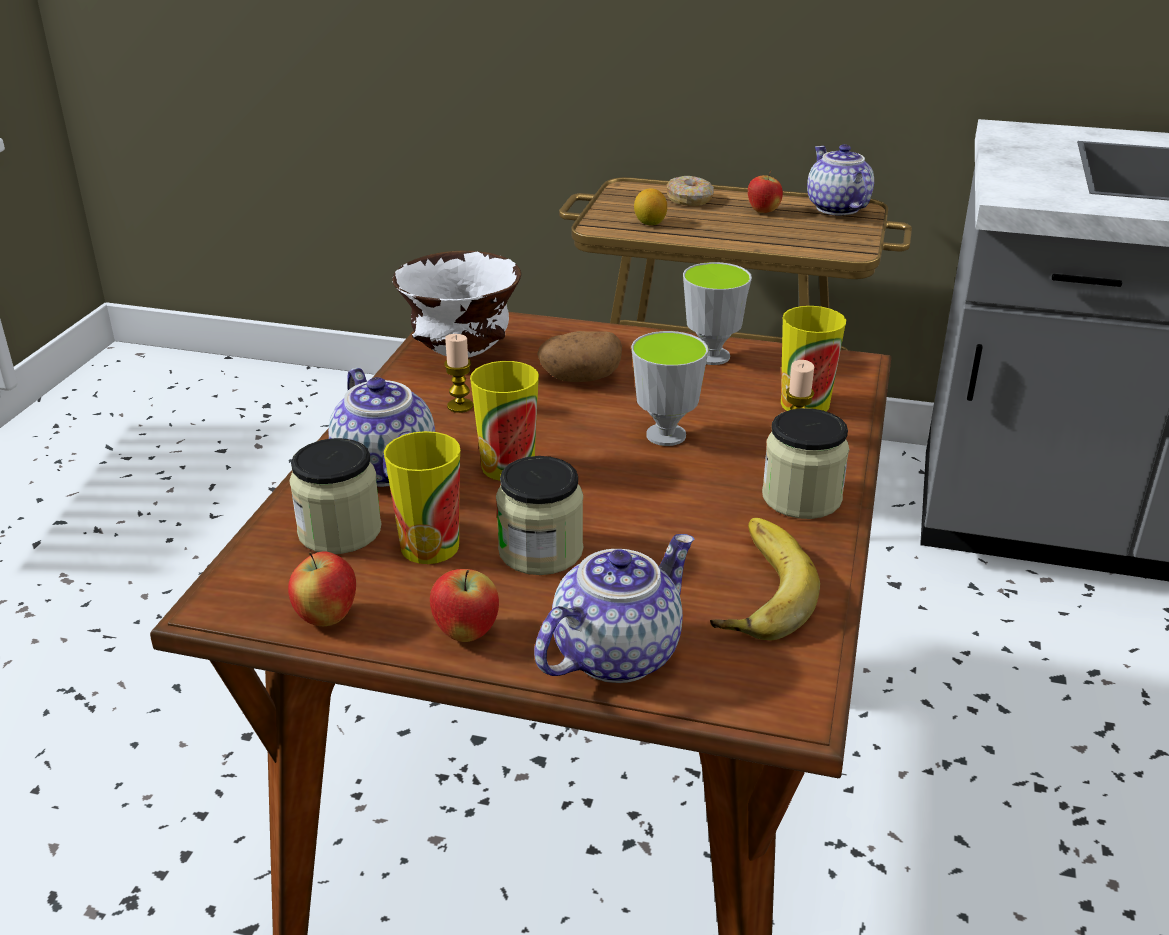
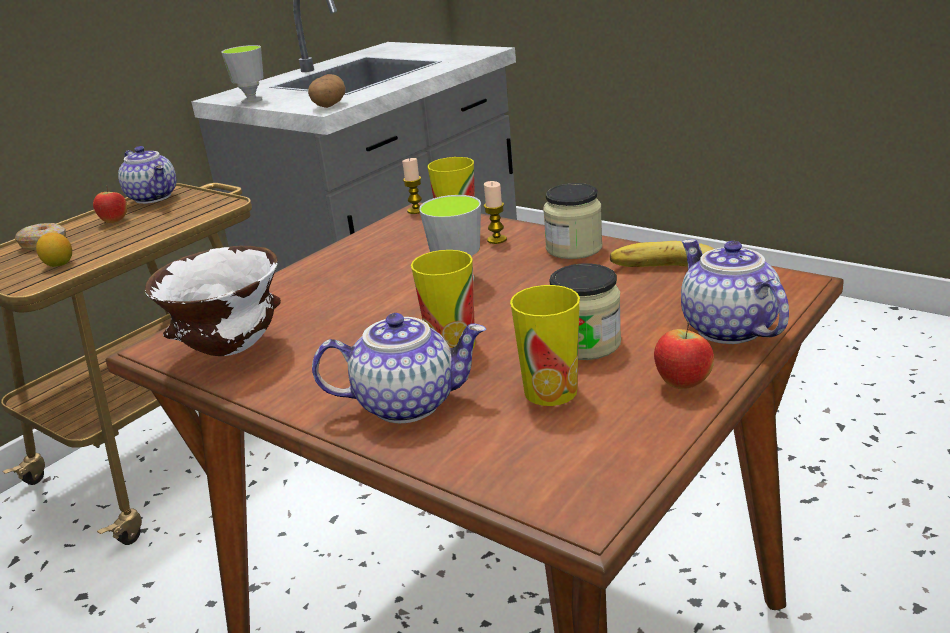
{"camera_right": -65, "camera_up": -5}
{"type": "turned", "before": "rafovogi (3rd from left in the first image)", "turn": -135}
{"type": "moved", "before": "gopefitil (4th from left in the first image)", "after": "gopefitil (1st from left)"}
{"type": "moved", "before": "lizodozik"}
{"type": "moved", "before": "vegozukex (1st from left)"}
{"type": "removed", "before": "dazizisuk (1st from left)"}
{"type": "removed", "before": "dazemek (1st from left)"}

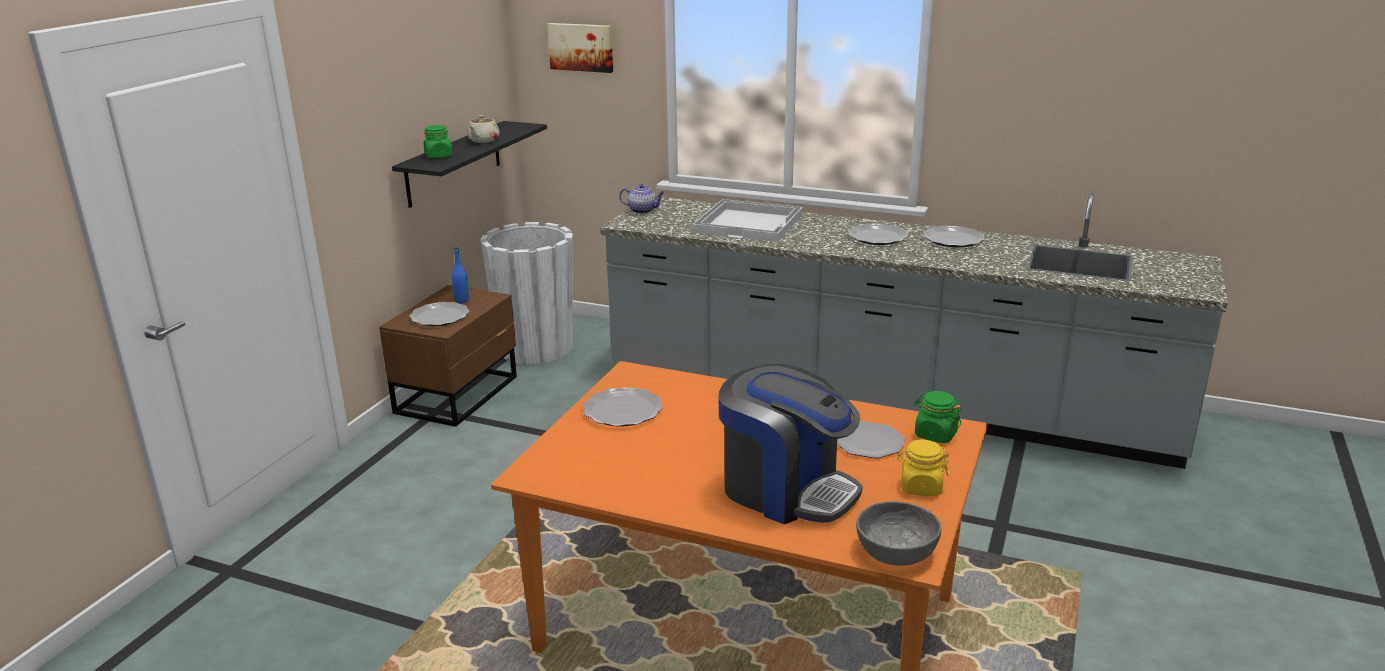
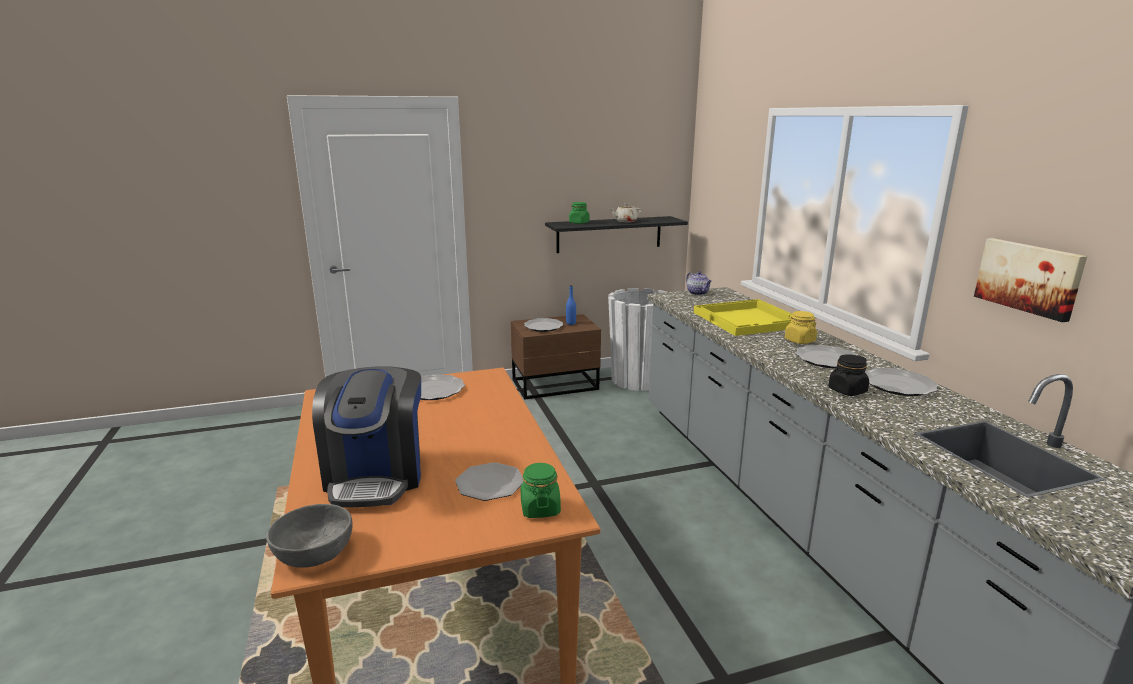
{"camera_right": 50, "camera_up": -5}
{"type": "moved", "before": "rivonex"}
{"type": "recoloured", "before": "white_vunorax", "after": "yellow_vunorax"}
{"type": "moved", "before": "yellow_dazizisuk"}
{"type": "added", "after": "black_dazizisuk"}

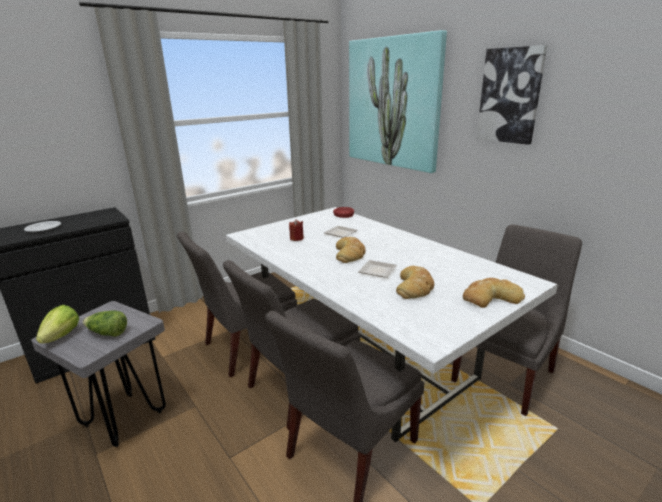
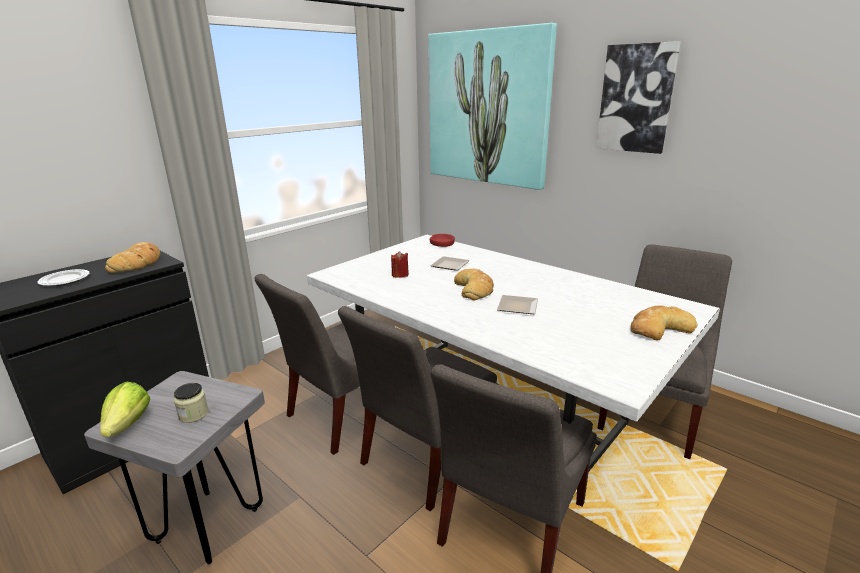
{"camera_right": -10, "camera_up": 0}
{"type": "moved", "before": "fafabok (2nd from left in the first image)", "after": "fafabok (1st from left)"}
{"type": "replaced", "before": "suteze (2nd from left)", "after": "dazizisuk"}

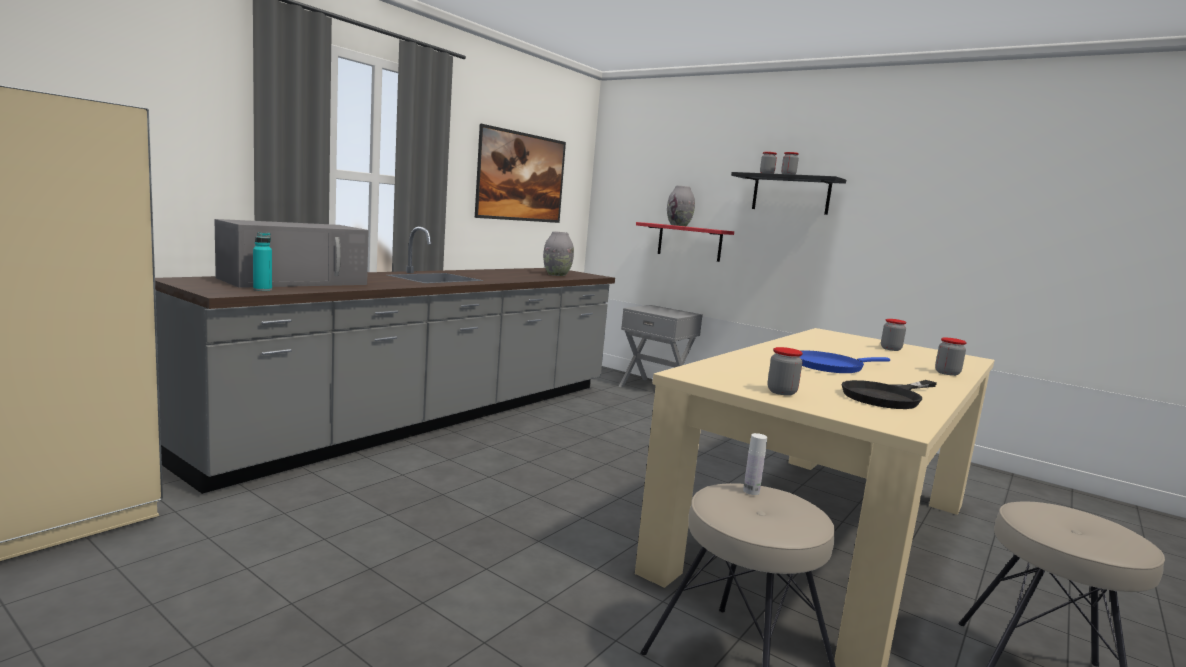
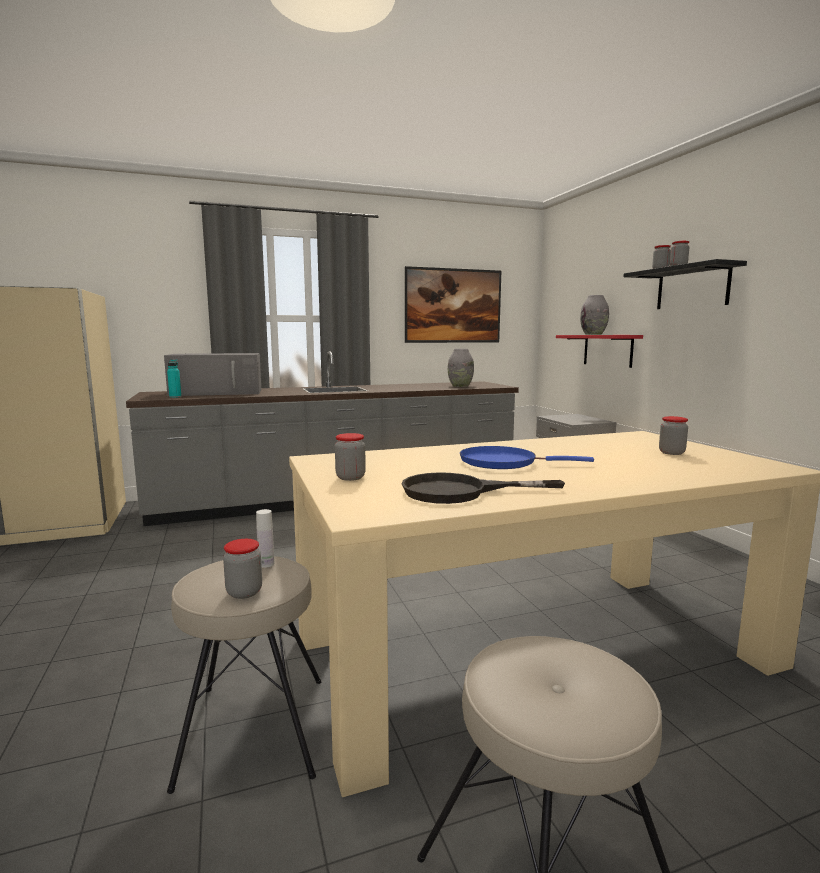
{"camera_right": 35, "camera_up": 0}
{"type": "moved", "before": "dazizisuk (5th from left in the first image)", "after": "dazizisuk (1st from left)"}

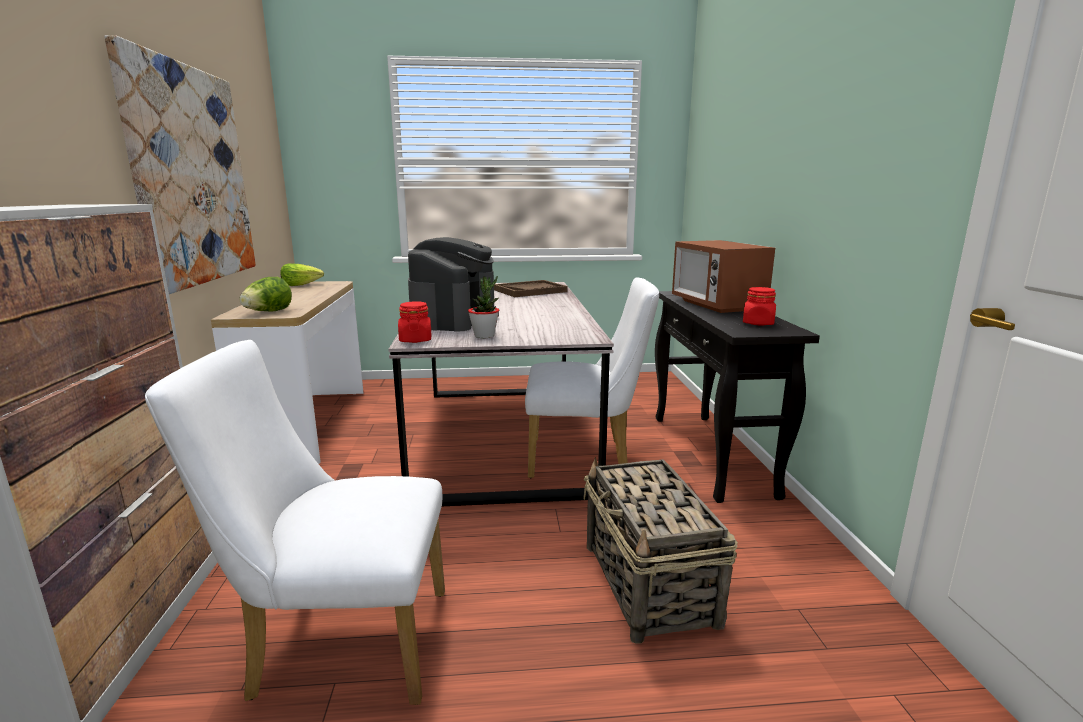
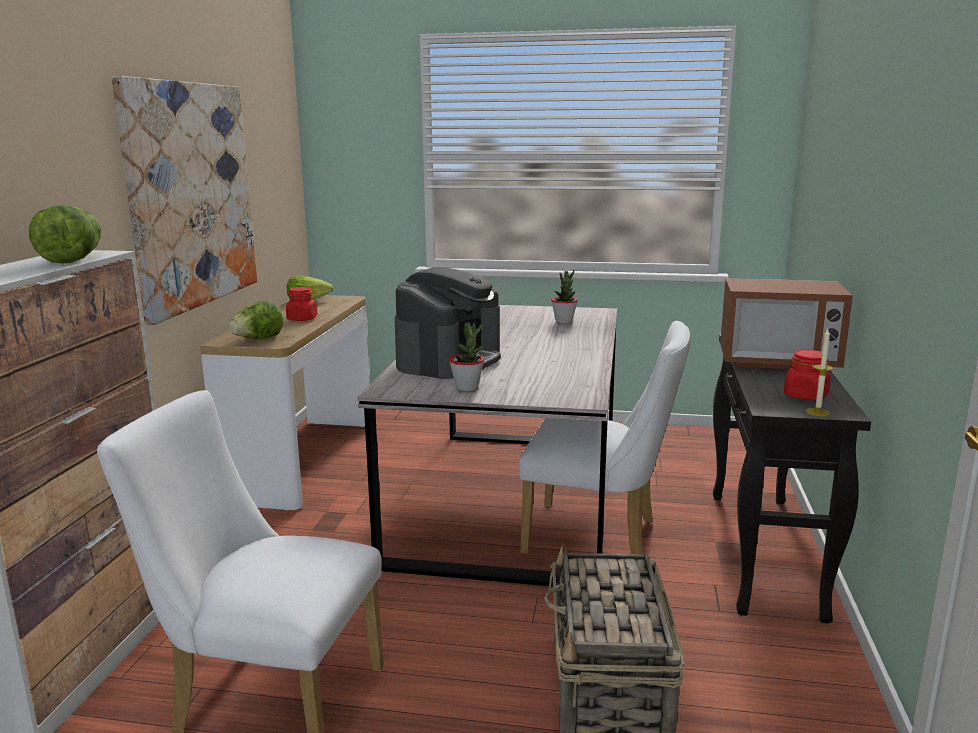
{"camera_right": 15, "camera_up": 0}
{"type": "turned", "before": "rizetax", "turn": -75}
{"type": "replaced", "before": "brown_vunorax", "after": "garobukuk (2nd from left)"}
{"type": "moved", "before": "red_dazizisuk (1st from left)"}
{"type": "added", "after": "suteze (1st from left)"}
{"type": "added", "after": "vegozukex"}

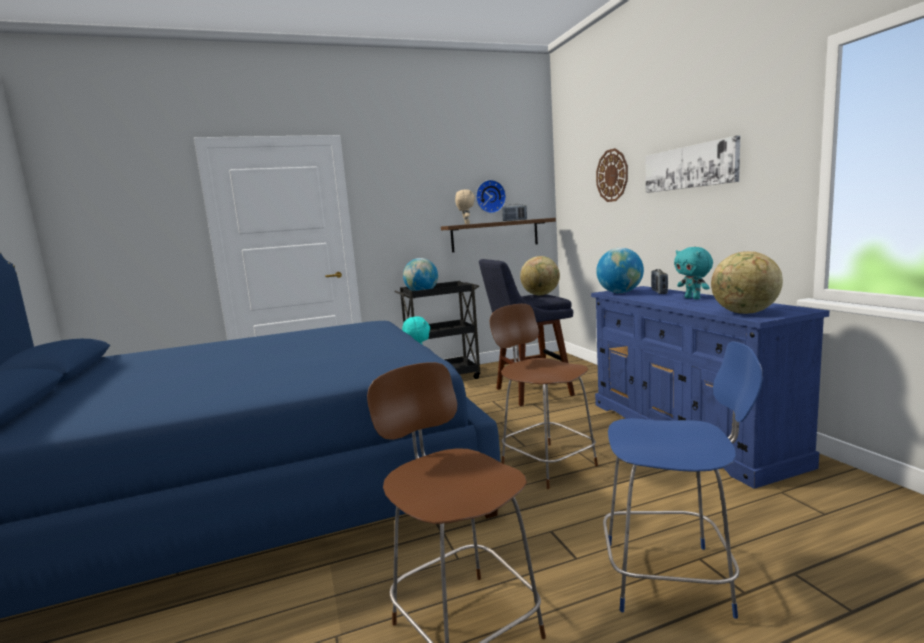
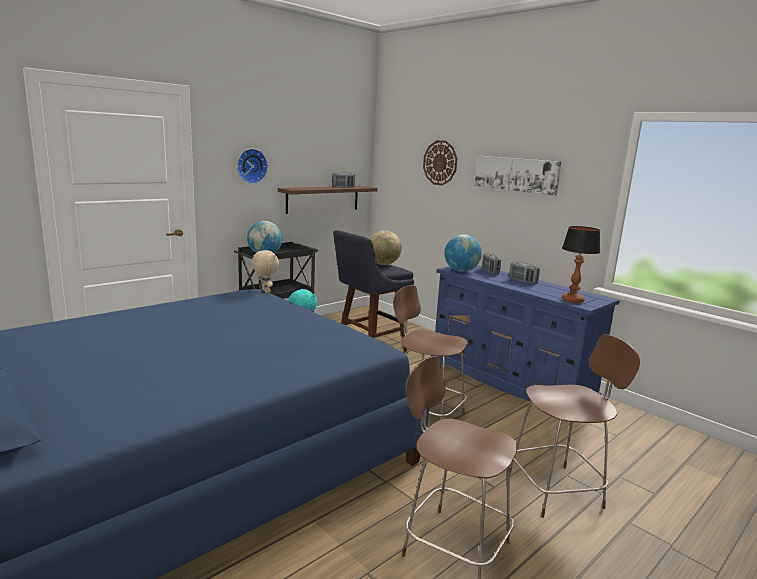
{"camera_right": -25, "camera_up": 5}
{"type": "moved", "before": "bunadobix (1st from left)"}
{"type": "moved", "before": "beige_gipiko"}
{"type": "replaced", "before": "turquoise_gipiko (2nd from left)", "after": "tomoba (3rd from left)"}
{"type": "replaced", "before": "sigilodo (4th from left)", "after": "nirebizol"}
{"type": "recoloured", "before": "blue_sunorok", "after": "brown_sunorok (3rd from left)"}

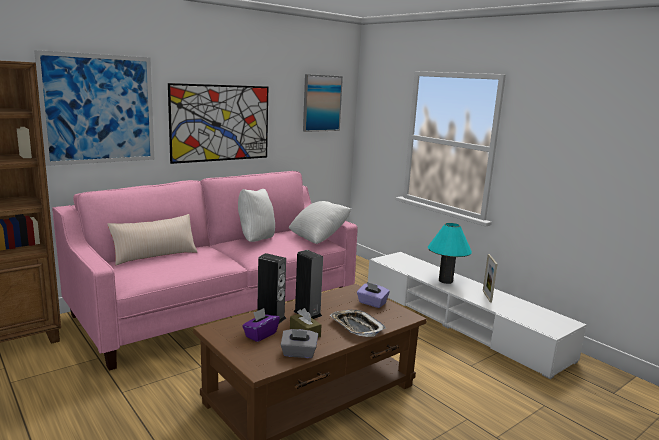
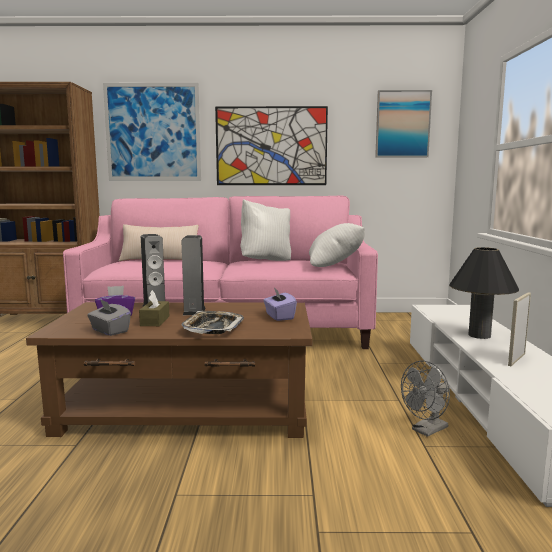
{"camera_right": 40, "camera_up": -5}
{"type": "recoloured", "before": "turquoise_nirebizol", "after": "black_nirebizol"}
{"type": "added", "after": "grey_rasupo"}

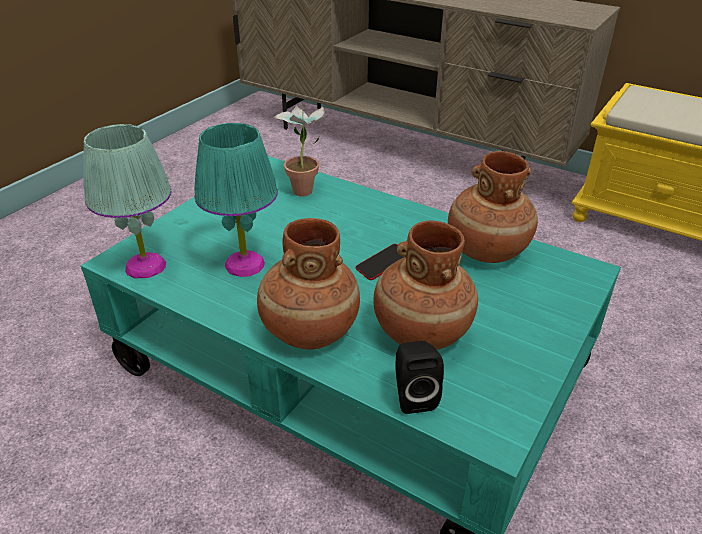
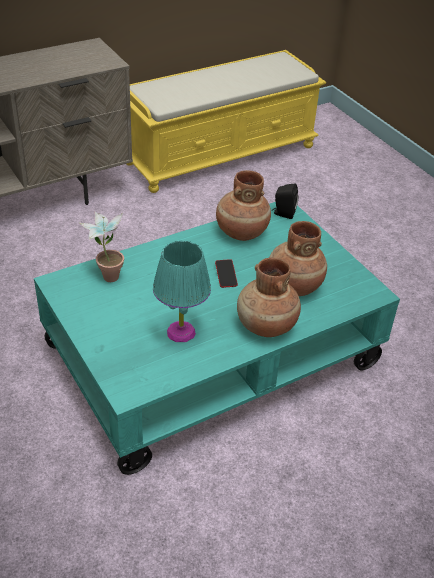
{"camera_right": -65, "camera_up": 5}
{"type": "removed", "before": "turquoise_nirebizol (1st from left)"}
{"type": "moved", "before": "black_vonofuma"}

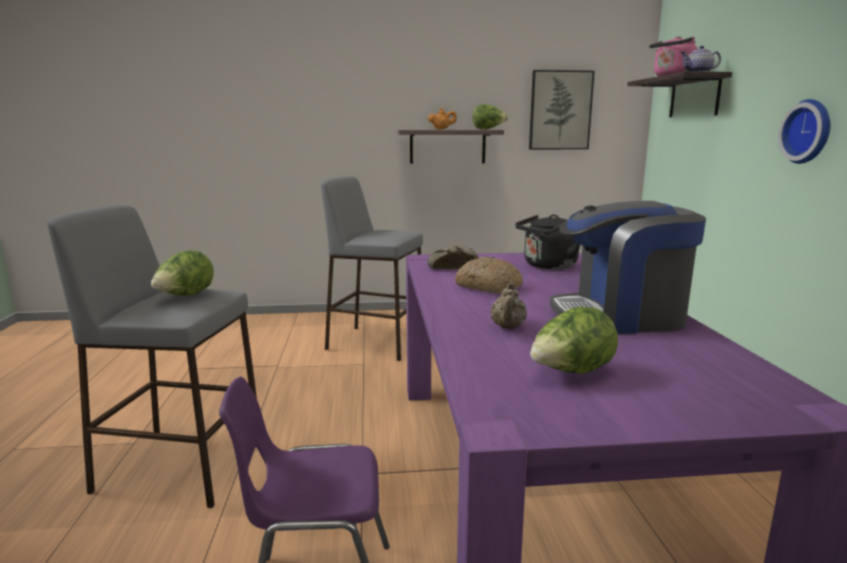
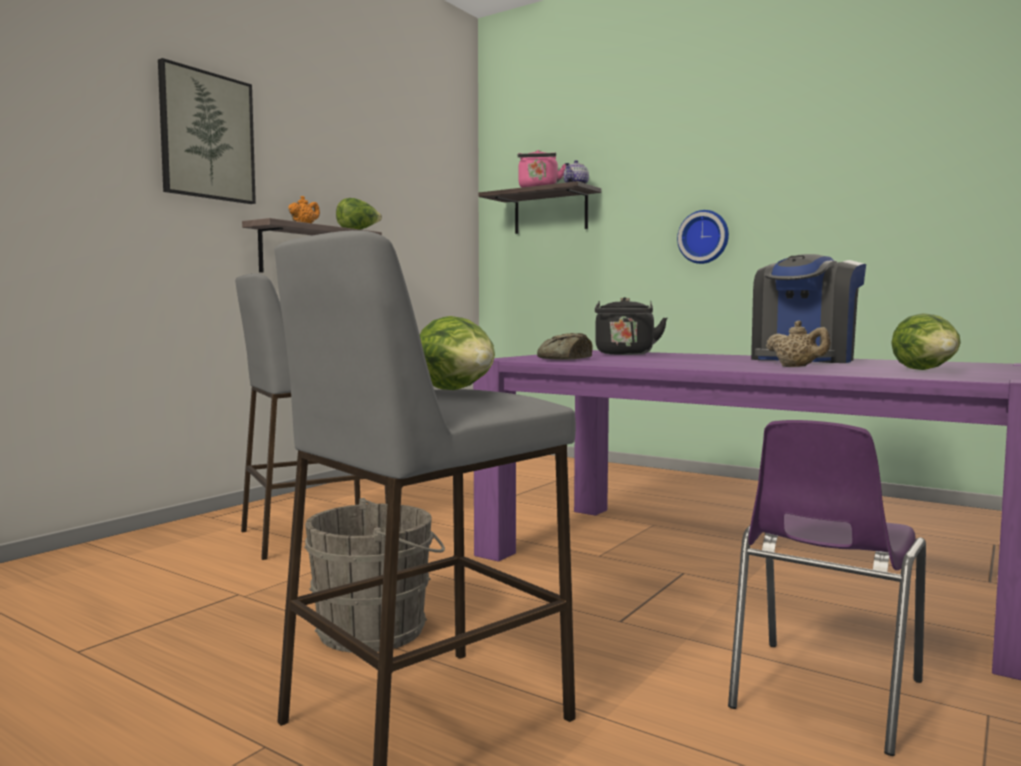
{"camera_right": -50, "camera_up": -10}
{"type": "moved", "before": "rivonex"}
{"type": "removed", "before": "fafabok (2nd from left)"}
{"type": "added", "after": "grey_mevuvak"}

